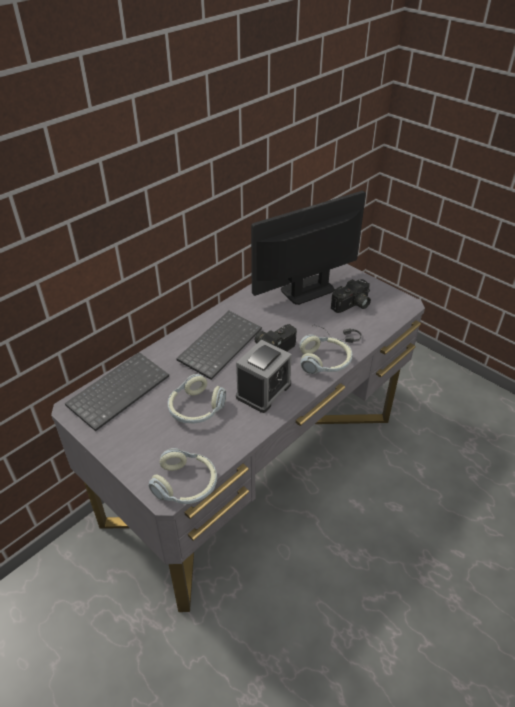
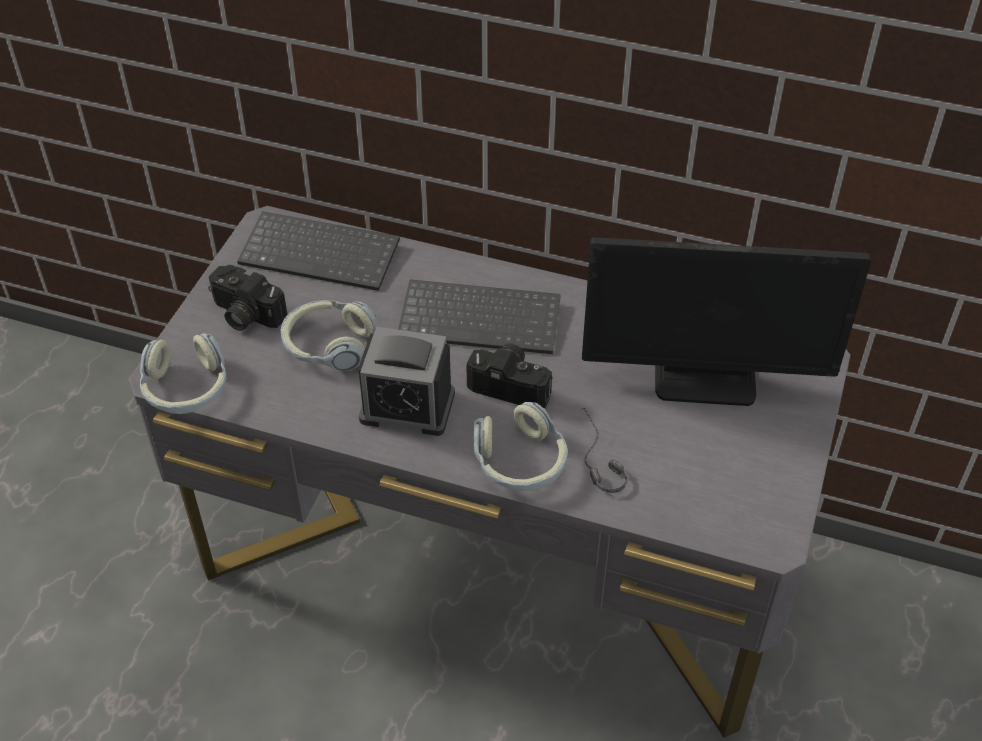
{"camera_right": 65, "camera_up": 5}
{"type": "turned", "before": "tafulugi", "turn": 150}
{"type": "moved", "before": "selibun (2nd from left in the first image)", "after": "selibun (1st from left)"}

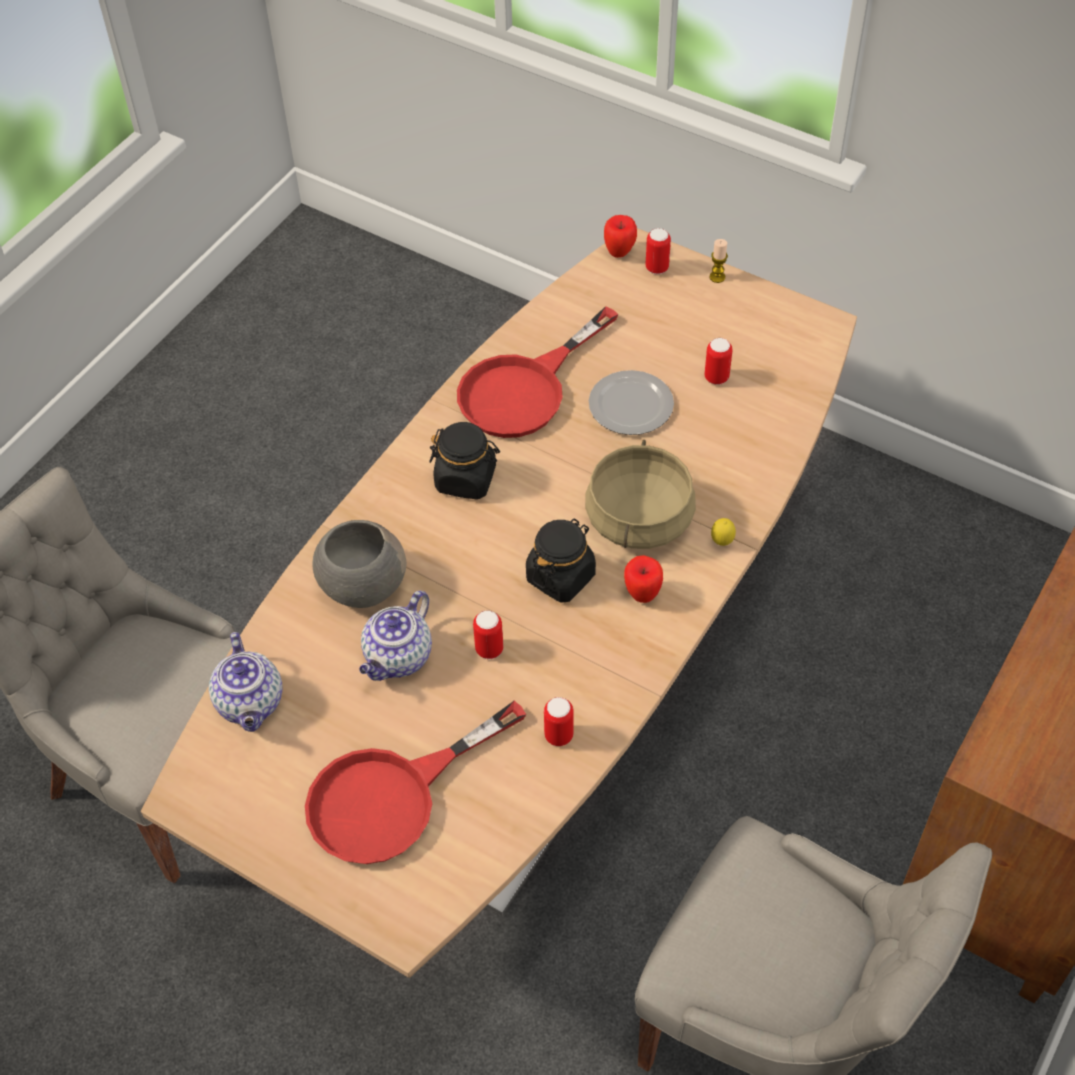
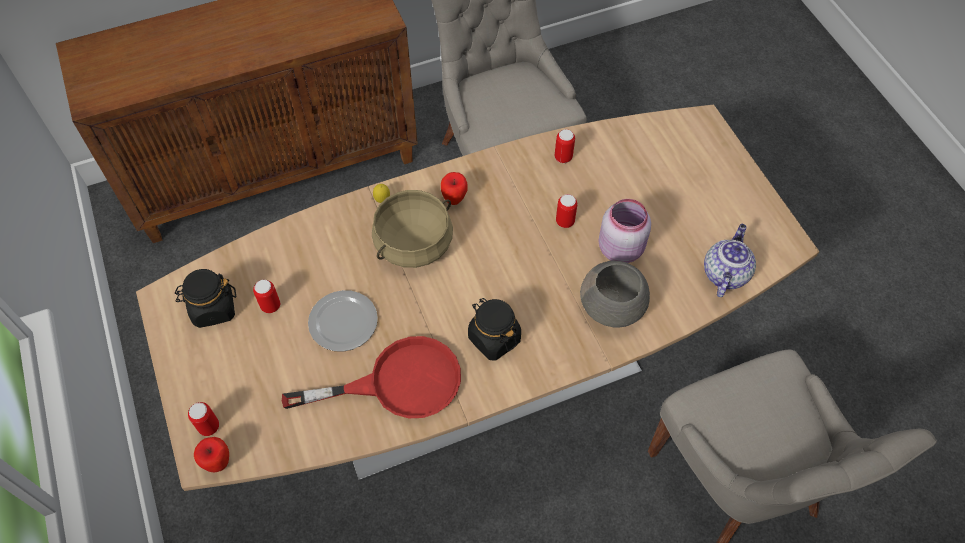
{"camera_right": -145, "camera_up": 5}
{"type": "removed", "before": "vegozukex"}
{"type": "moved", "before": "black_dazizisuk (2nd from left in the first image)", "after": "black_dazizisuk (1st from left)"}
{"type": "replaced", "before": "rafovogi (2nd from left)", "after": "pink_dazizisuk"}
{"type": "removed", "before": "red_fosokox (1st from left)"}

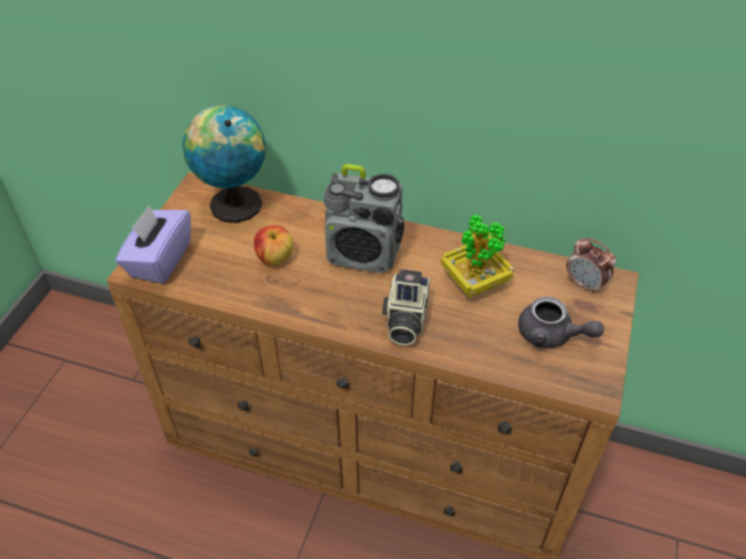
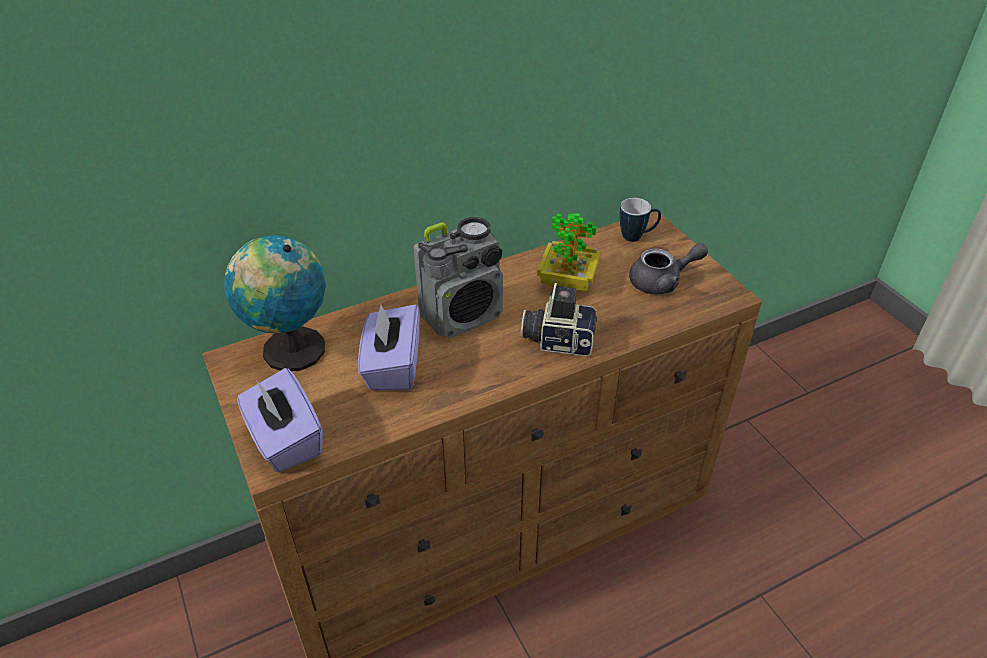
{"camera_right": -45, "camera_up": -5}
{"type": "replaced", "before": "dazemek", "after": "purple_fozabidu (2nd from left)"}
{"type": "replaced", "before": "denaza", "after": "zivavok"}
{"type": "turned", "before": "selibun", "turn": 135}

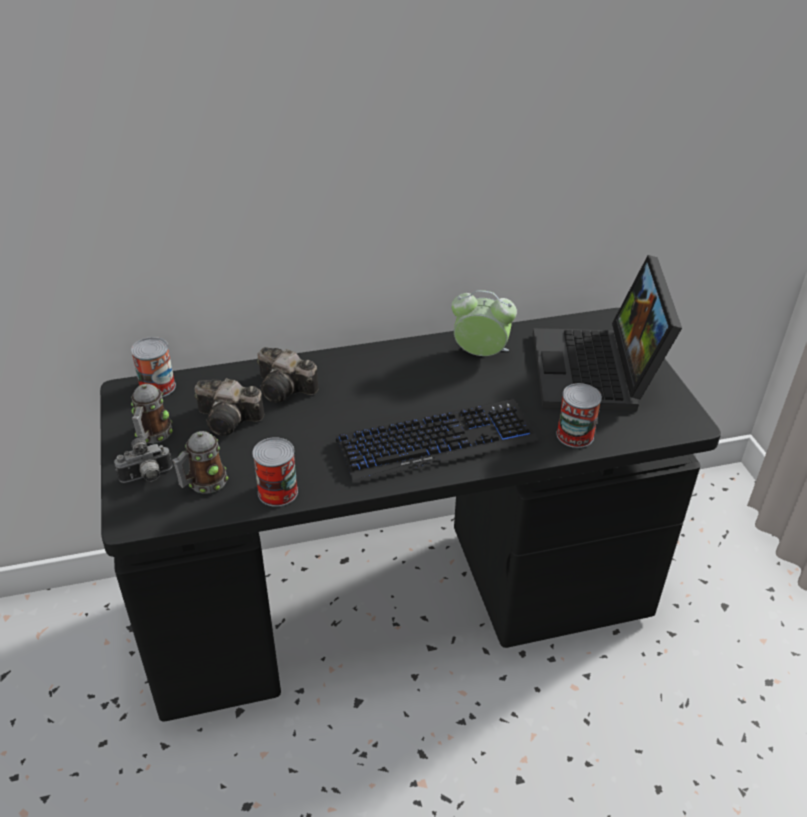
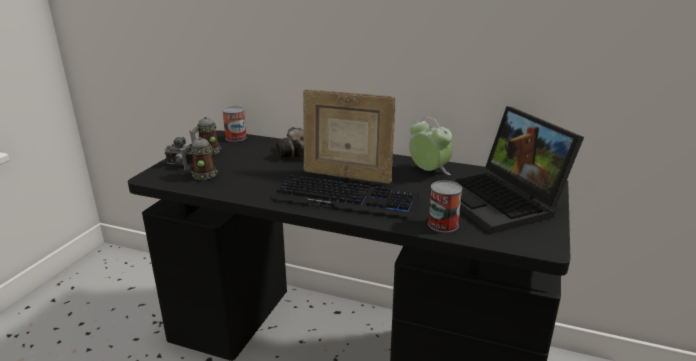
{"camera_right": 35, "camera_up": -15}
{"type": "turned", "before": "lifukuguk", "turn": -60}
{"type": "removed", "before": "selibun (2nd from left)"}
{"type": "removed", "before": "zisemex (2nd from left)"}
{"type": "added", "after": "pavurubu"}

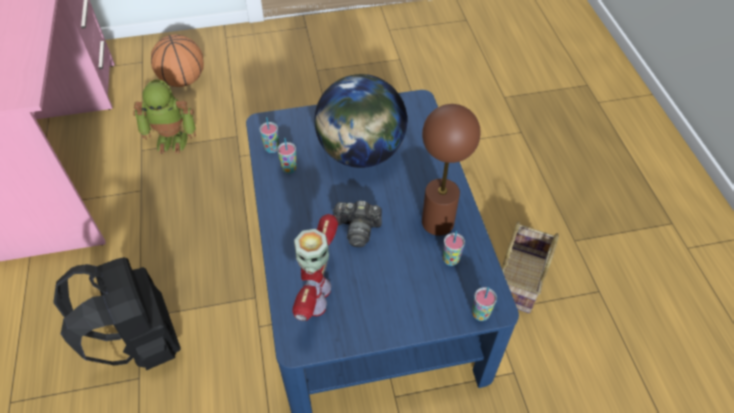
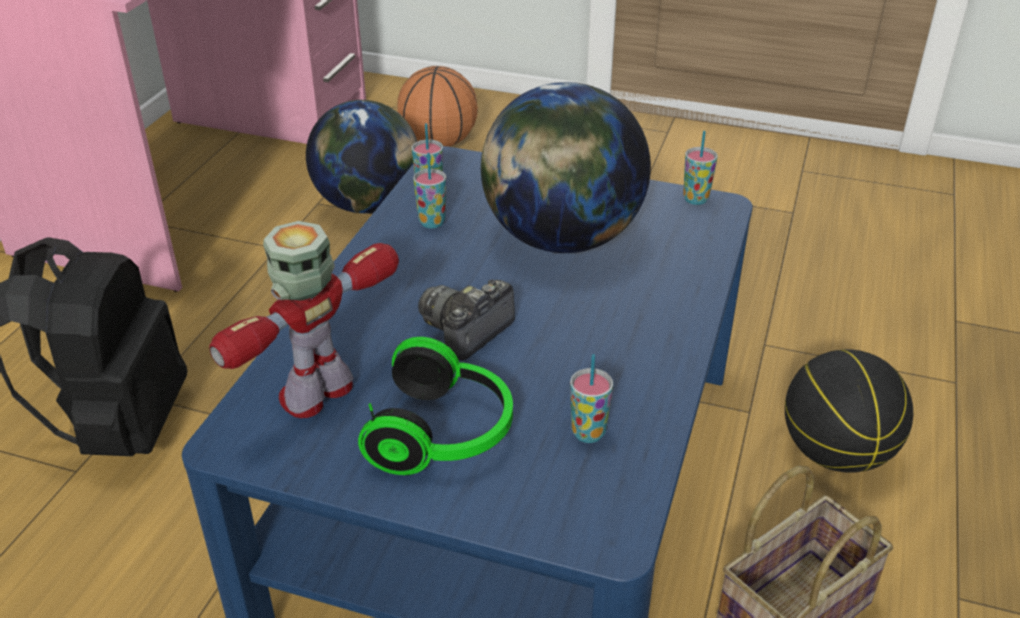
{"camera_right": 30, "camera_up": -15}
{"type": "replaced", "before": "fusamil (1st from left)", "after": "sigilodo (1st from left)"}
{"type": "removed", "before": "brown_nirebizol"}
{"type": "turned", "before": "selibun", "turn": 90}
{"type": "moved", "before": "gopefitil (4th from left)"}
{"type": "added", "after": "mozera"}
{"type": "added", "after": "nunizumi (2nd from left)"}

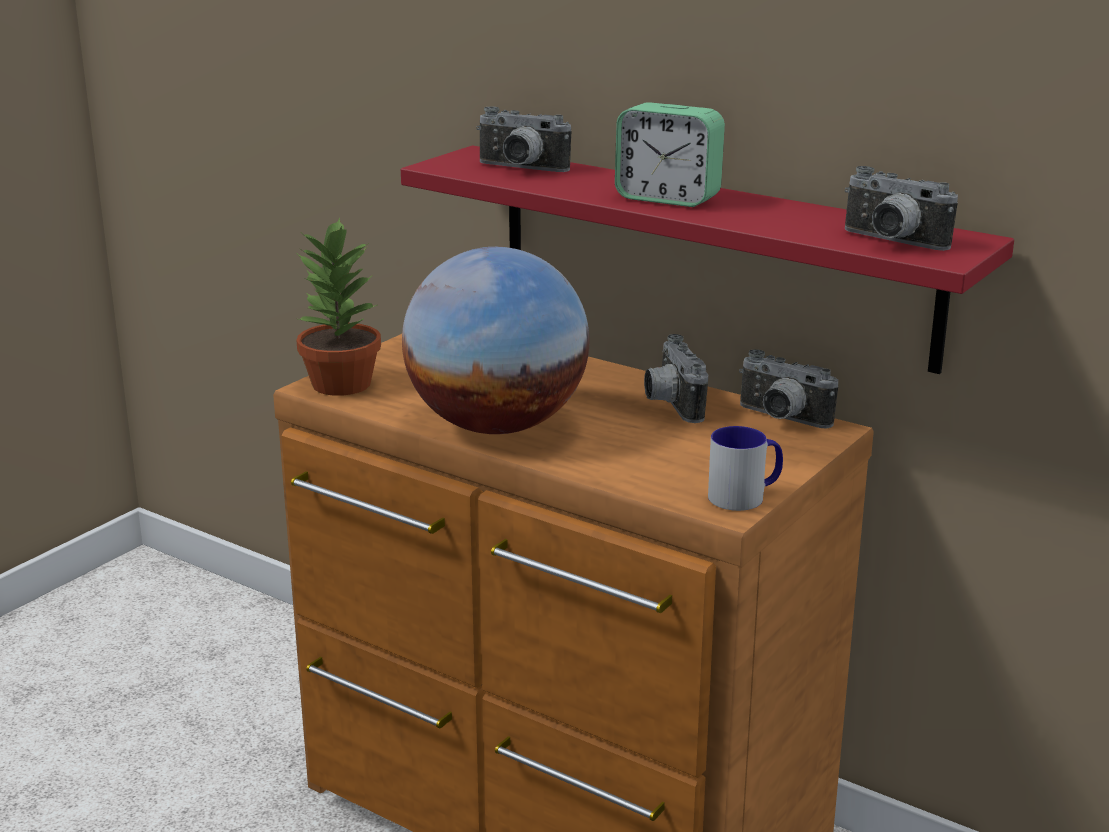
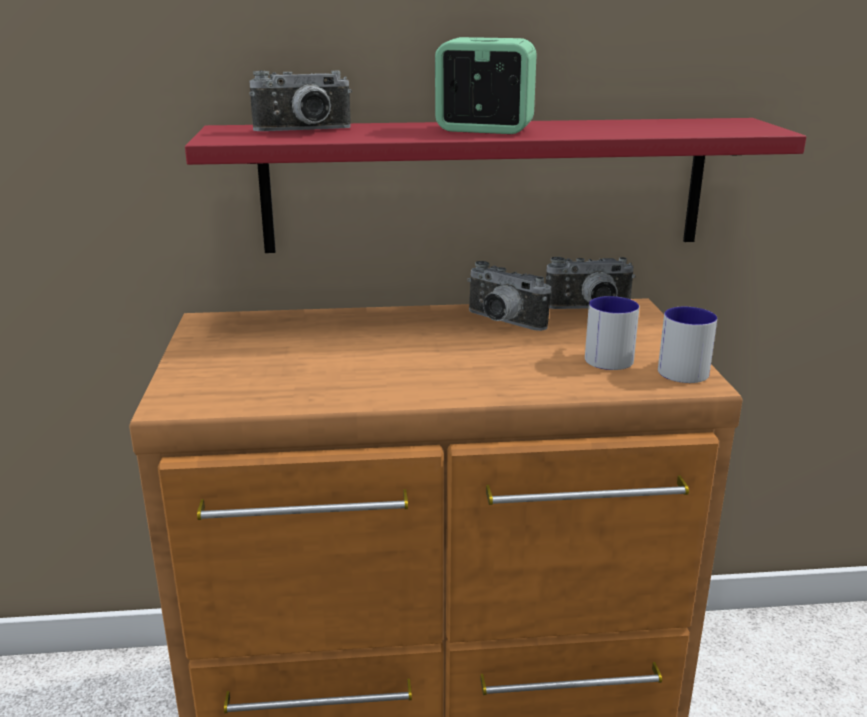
{"camera_right": -40, "camera_up": 0}
{"type": "turned", "before": "denaza", "turn": -150}
{"type": "removed", "before": "selibun (4th from left)"}
{"type": "removed", "before": "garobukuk"}
{"type": "removed", "before": "sigilodo"}
{"type": "added", "after": "zivavok (1st from left)"}

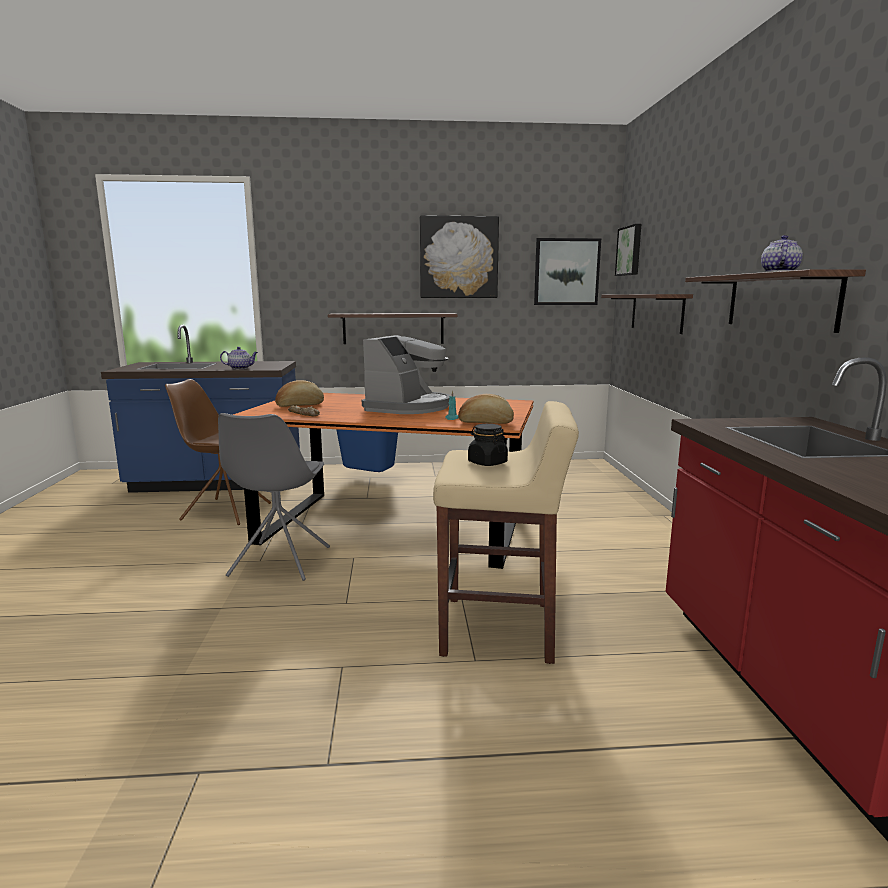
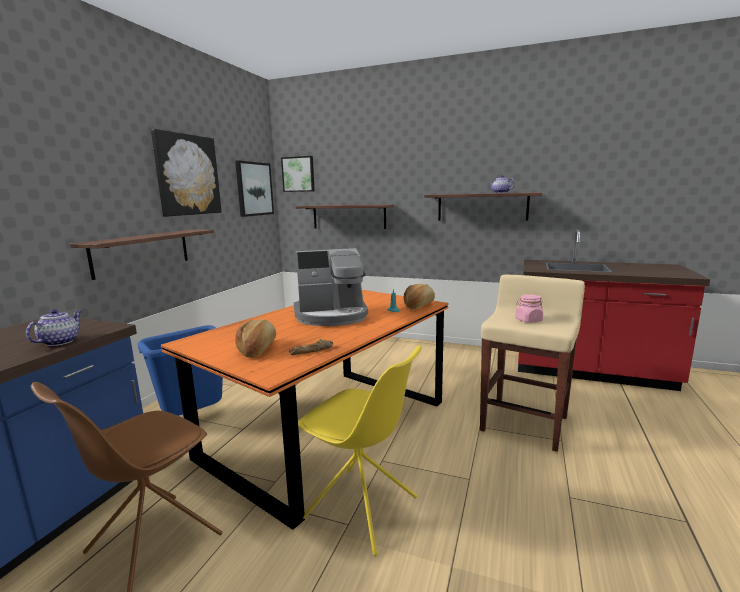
{"camera_right": -65, "camera_up": 0}
{"type": "turned", "before": "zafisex", "turn": 120}
{"type": "recoloured", "before": "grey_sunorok", "after": "yellow_sunorok"}
{"type": "recoloured", "before": "black_dazizisuk", "after": "pink_dazizisuk"}

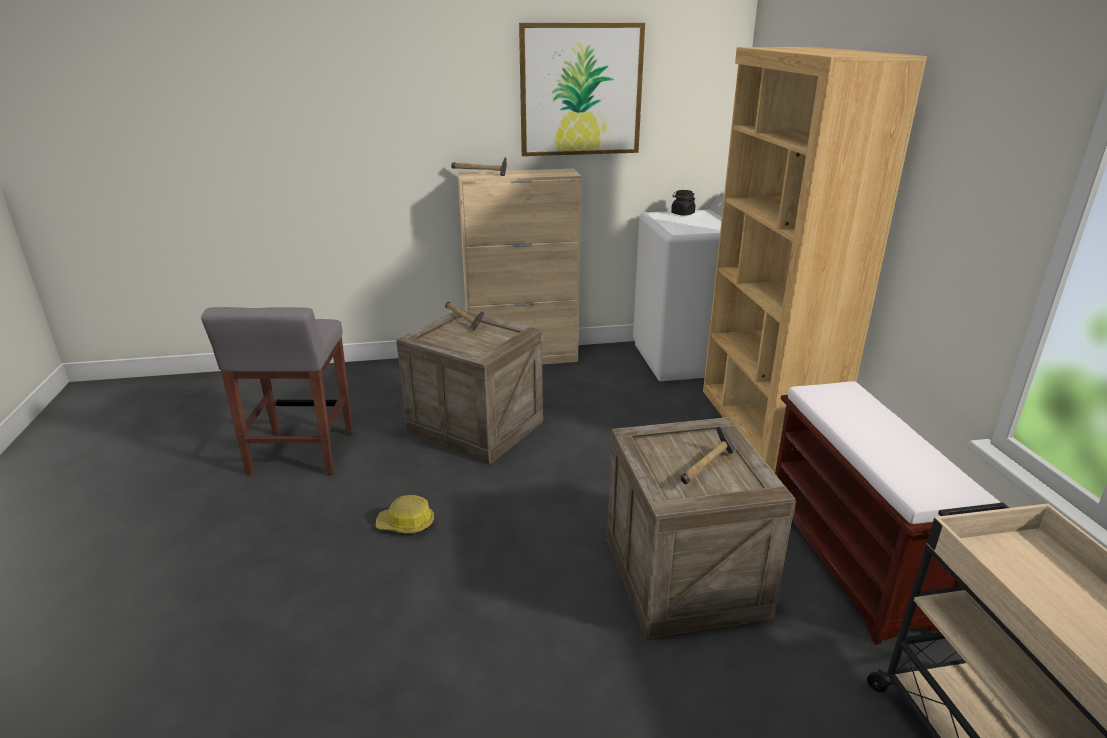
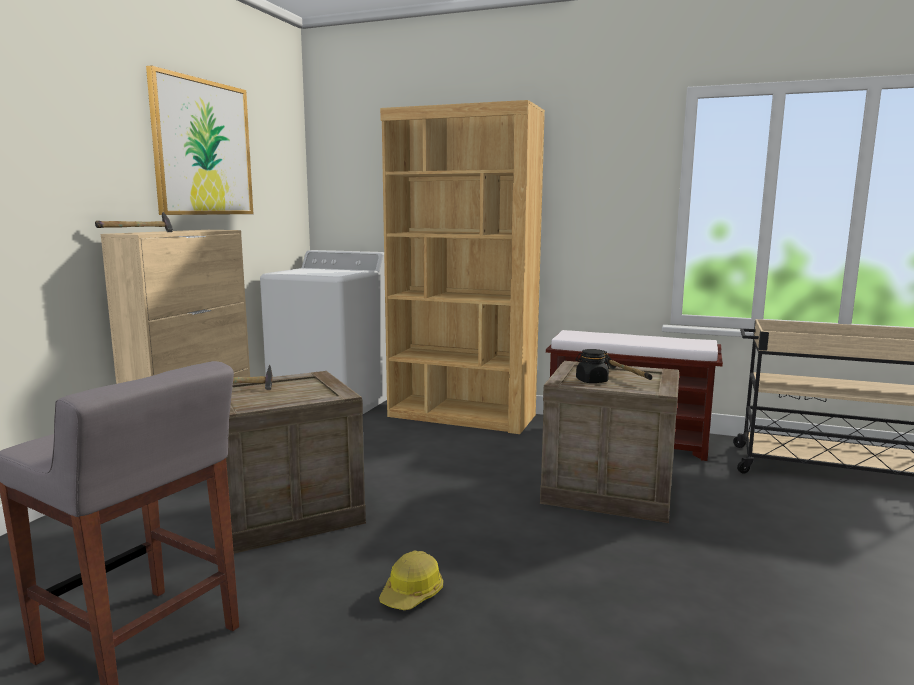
{"camera_right": -60, "camera_up": -15}
{"type": "moved", "before": "black_dazizisuk"}

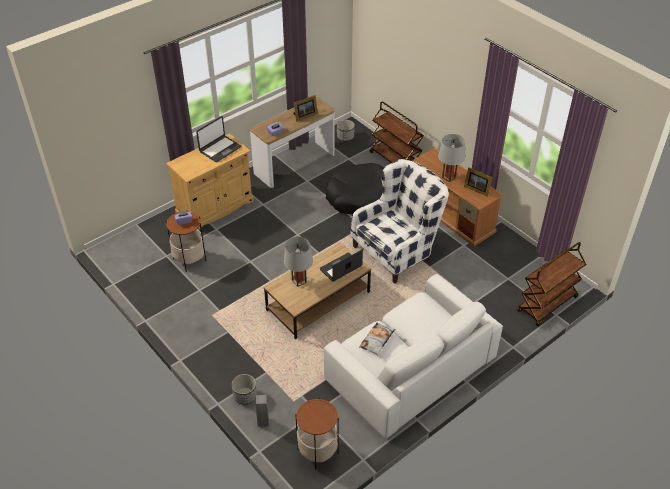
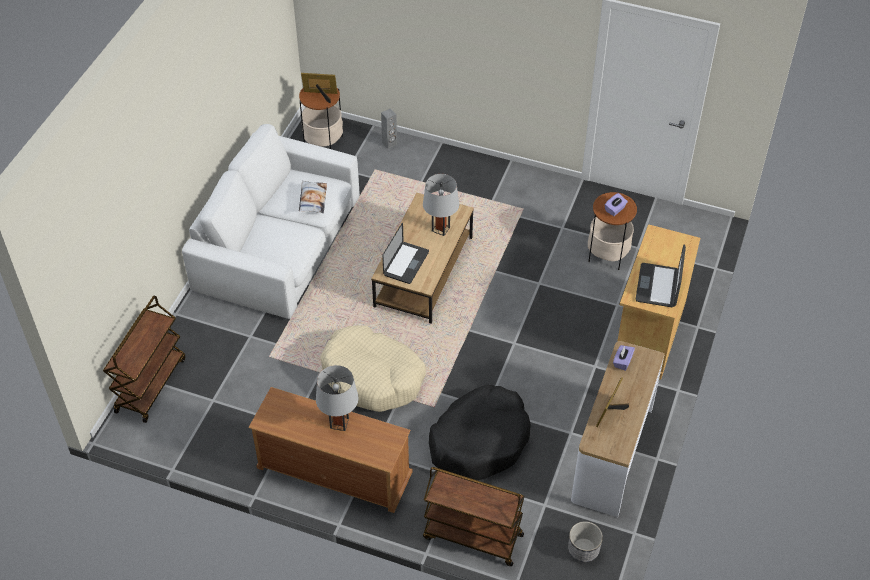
{"camera_right": 150, "camera_up": 5}
{"type": "replaced", "before": "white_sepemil", "after": "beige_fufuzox"}
{"type": "moved", "before": "pavurubu (2nd from left in the first image)", "after": "pavurubu (1st from left)"}
{"type": "removed", "before": "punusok (1st from left)"}

